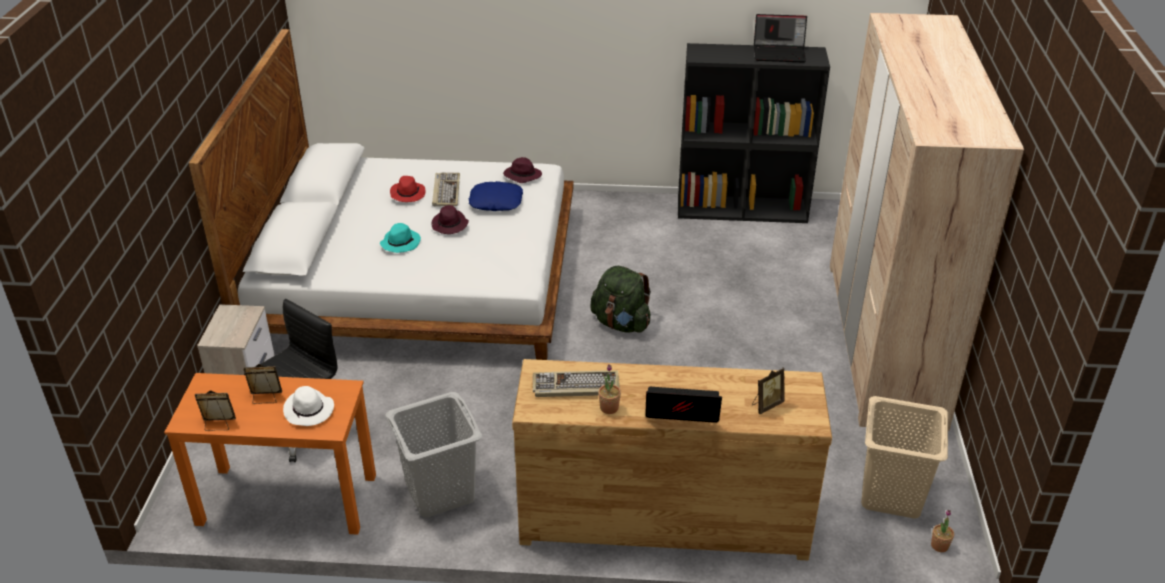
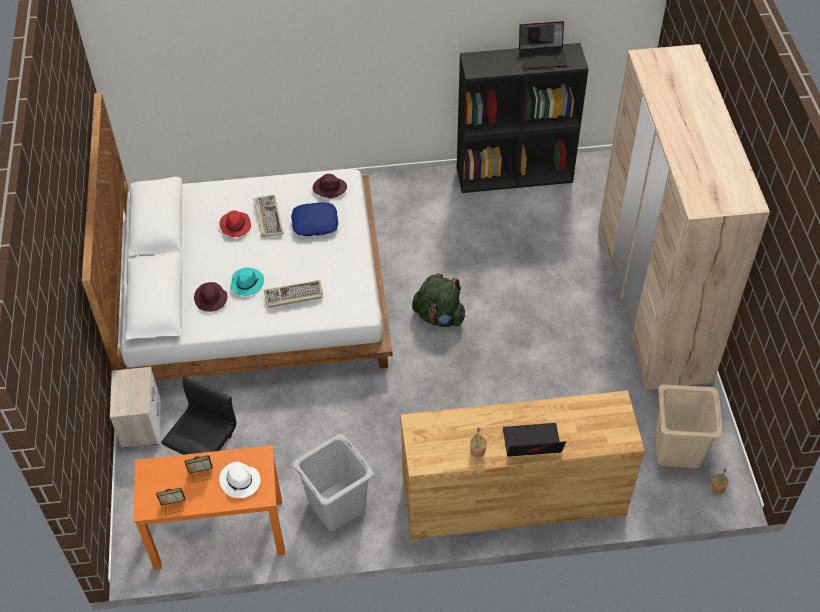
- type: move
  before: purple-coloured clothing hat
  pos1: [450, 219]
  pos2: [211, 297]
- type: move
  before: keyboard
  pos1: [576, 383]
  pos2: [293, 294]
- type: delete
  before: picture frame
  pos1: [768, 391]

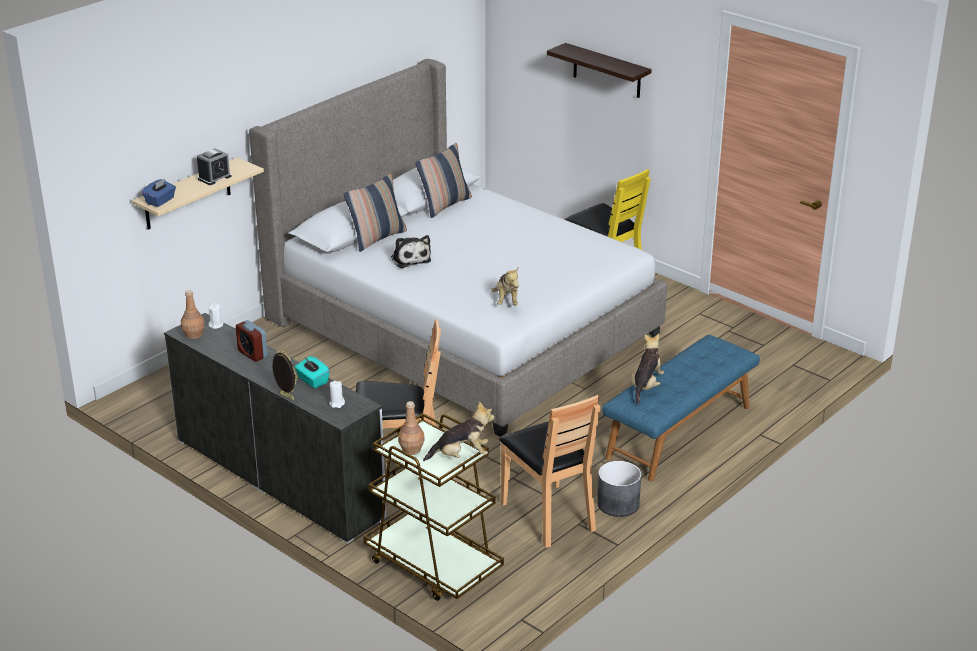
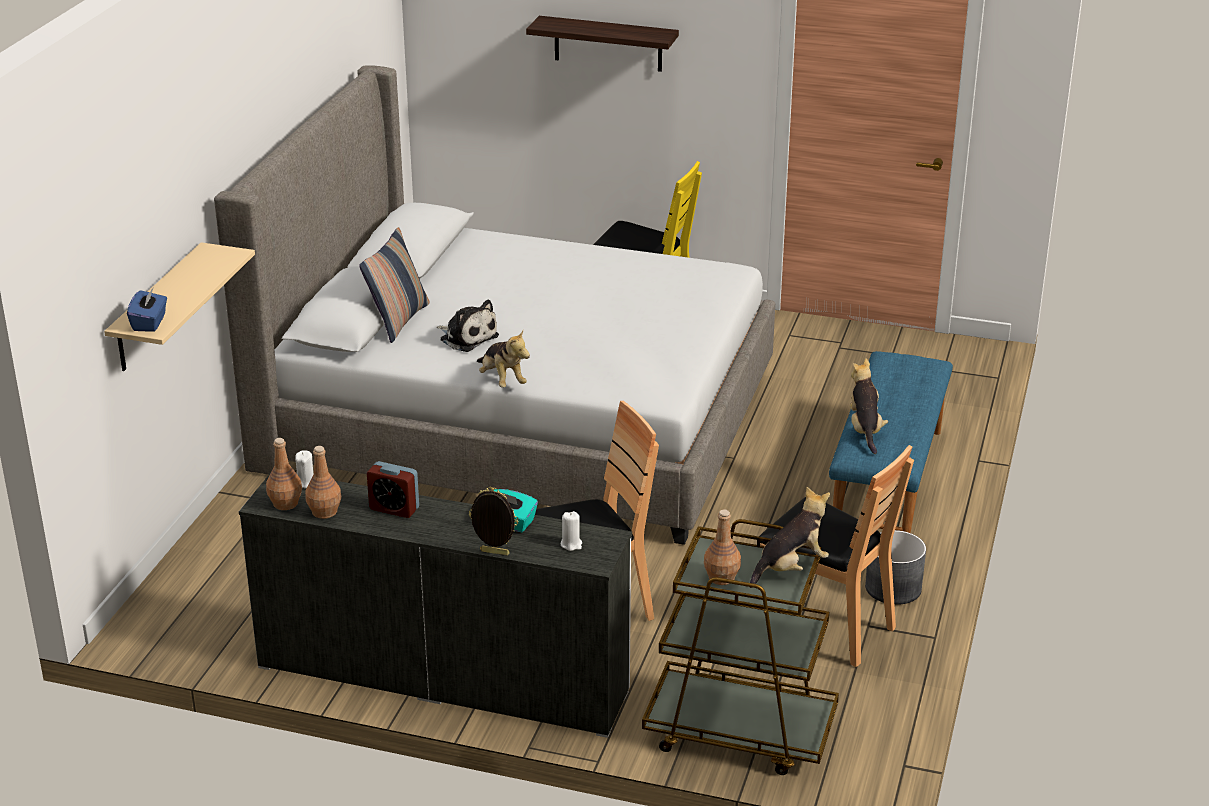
- type: delete
  before: alarm clock
  pos1: [214, 166]
- type: delete
  before: cushion
  pos1: [443, 180]
- type: move
  before: plush toy
  pos1: [505, 286]
  pos2: [503, 359]
- type: insert
  after: brownish bottle
  pos2: [323, 482]

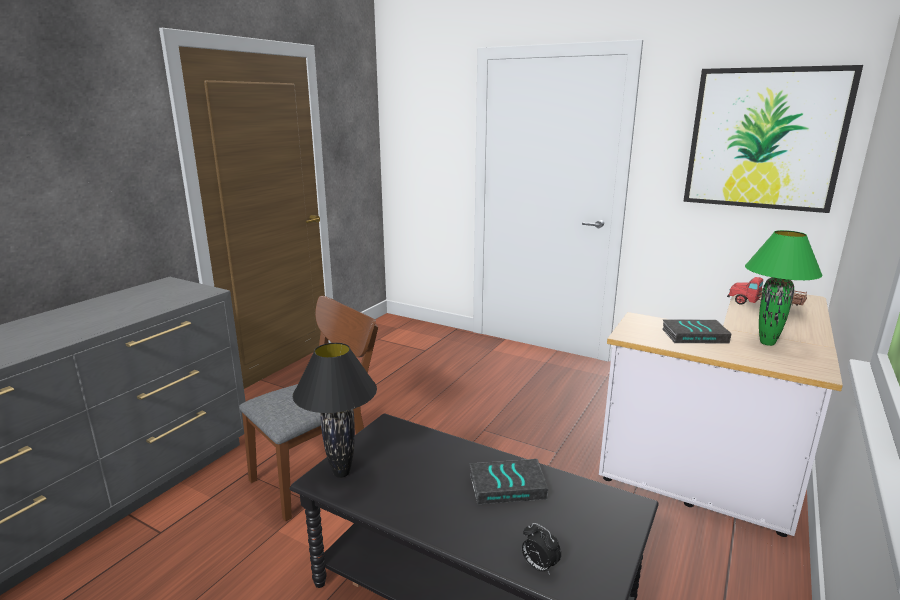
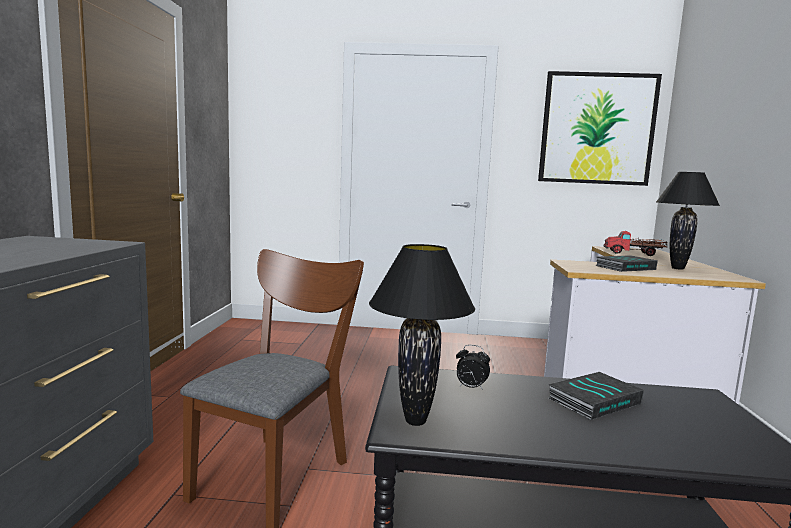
- type: move
  before: alarm clock
  pos1: [541, 549]
  pos2: [473, 367]
- type: recolor
  before: green-coloured tabletop lamp
  after: blackish tabletop lamp
  pos1: [784, 288]
  pos2: [688, 221]

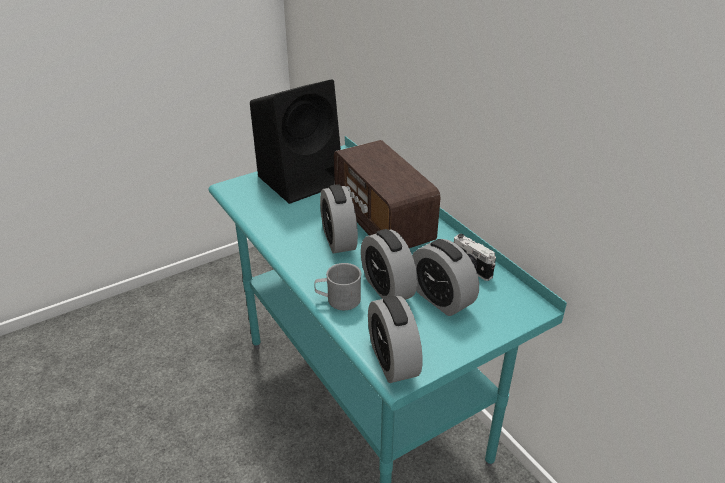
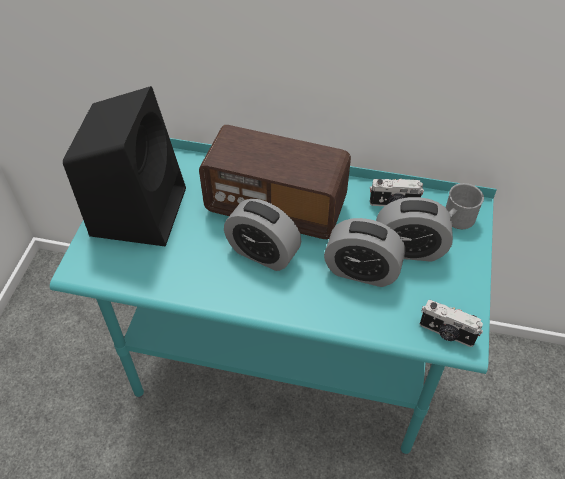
- type: move
  before: grey mug
  pos1: [337, 286]
  pos2: [464, 206]
- type: replace
  before: alarm clock
  after: still camera
  pos1: [395, 339]
  pos2: [451, 323]

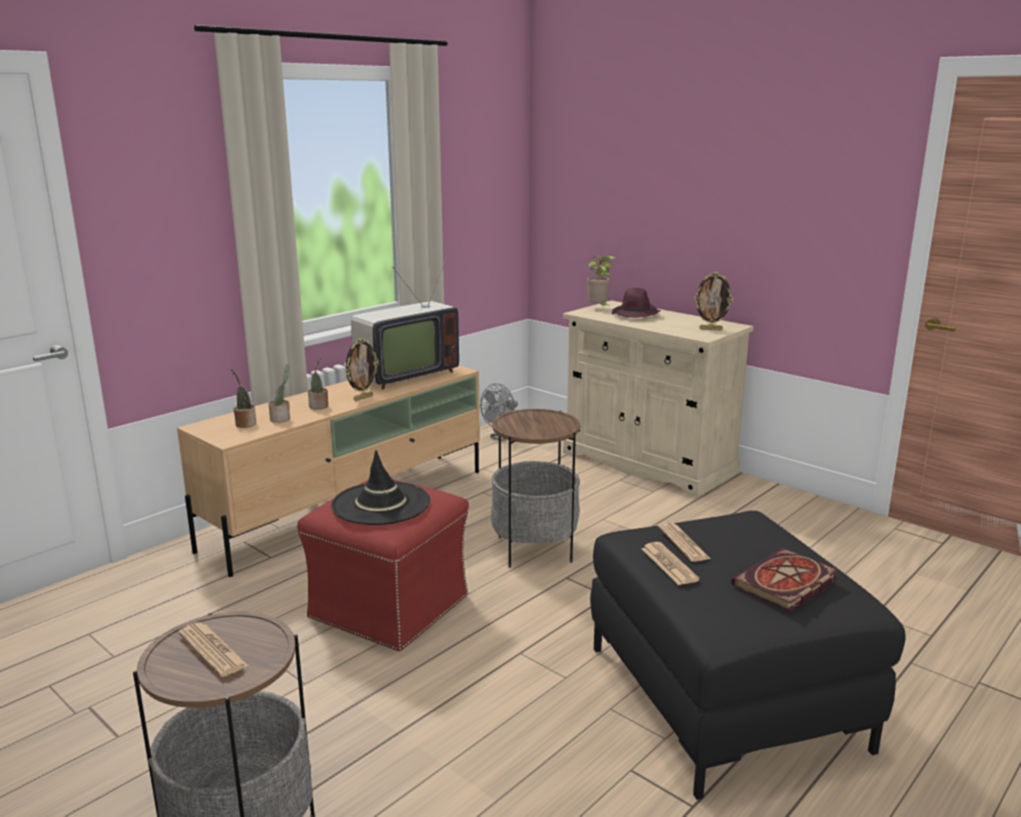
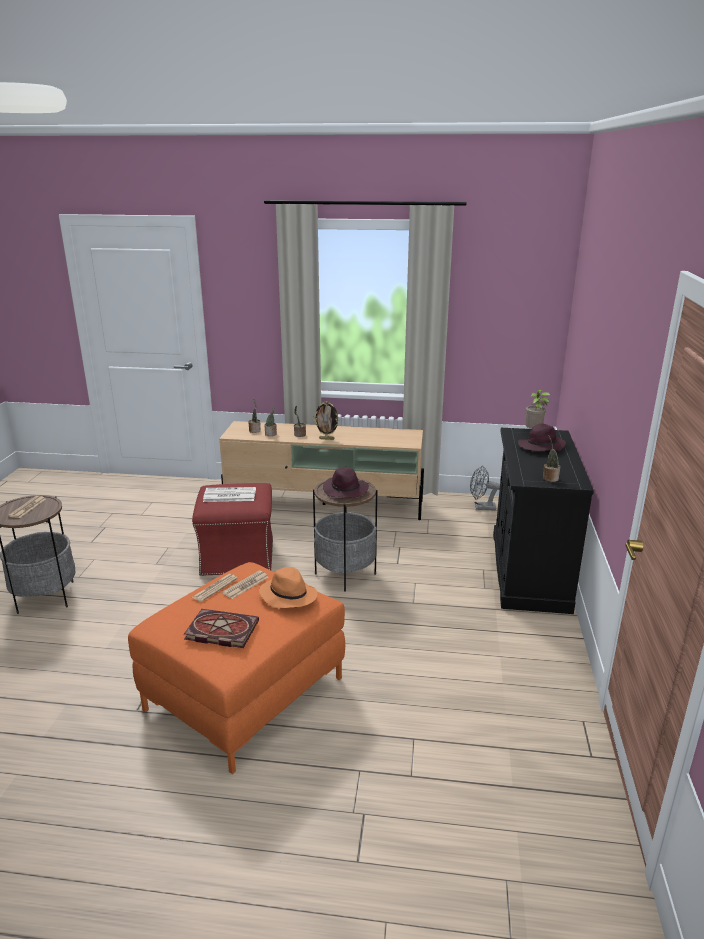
- type: replace
  before: blackish clothing hat
  after: daily paper
  pos1: [380, 487]
  pos2: [229, 494]
- type: delete
  before: TV set
  pos1: [405, 322]
- type: recolor
  before: sand-coloured storage cabinet
  after: blackish storage cabinet
  pos1: [658, 398]
  pos2: [543, 521]
- type: recolor
  before: blackish ottoman
  after: orange-coloured ottoman
  pos1: [748, 655]
  pos2: [236, 668]
- type: replace
  before: picture frame
  after: plant in a pot
  pos1: [713, 301]
  pos2: [551, 458]
- type: insert
  after: orange-coloured clothing hat
  pos2: [288, 587]
- type: insert
  after: purple-coloured clothing hat
  pos2: [346, 482]

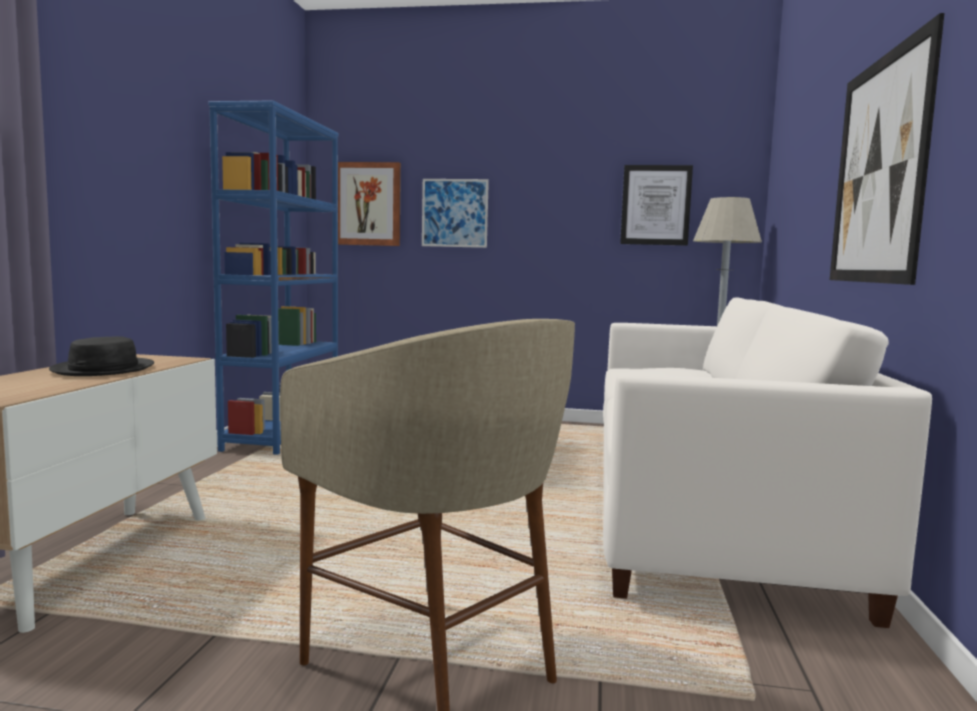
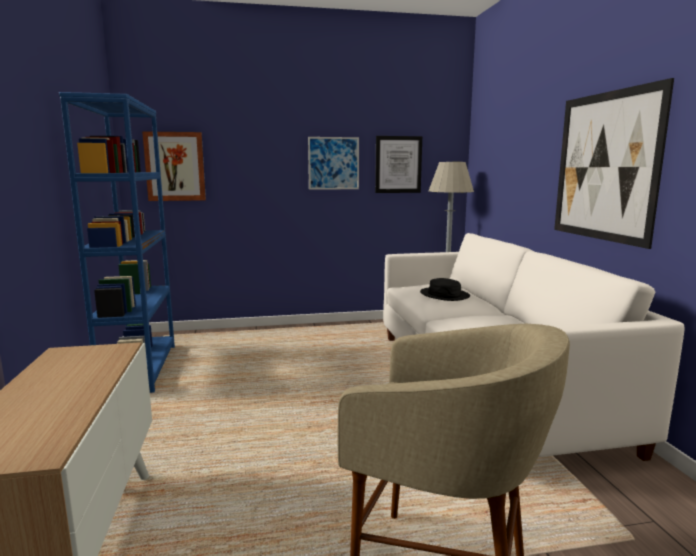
- type: move
  before: blackish clothing hat
  pos1: [101, 356]
  pos2: [445, 289]
- type: move
  before: wall picture
  pos1: [455, 213]
  pos2: [333, 163]

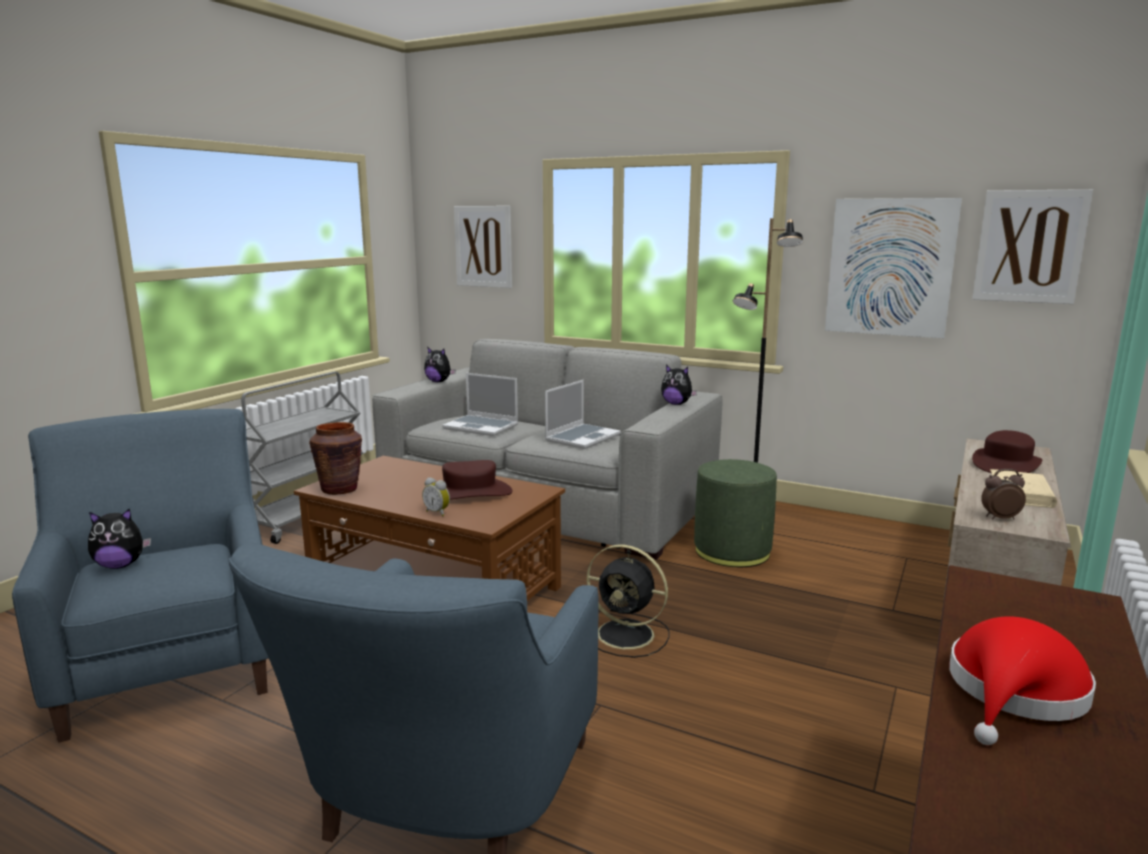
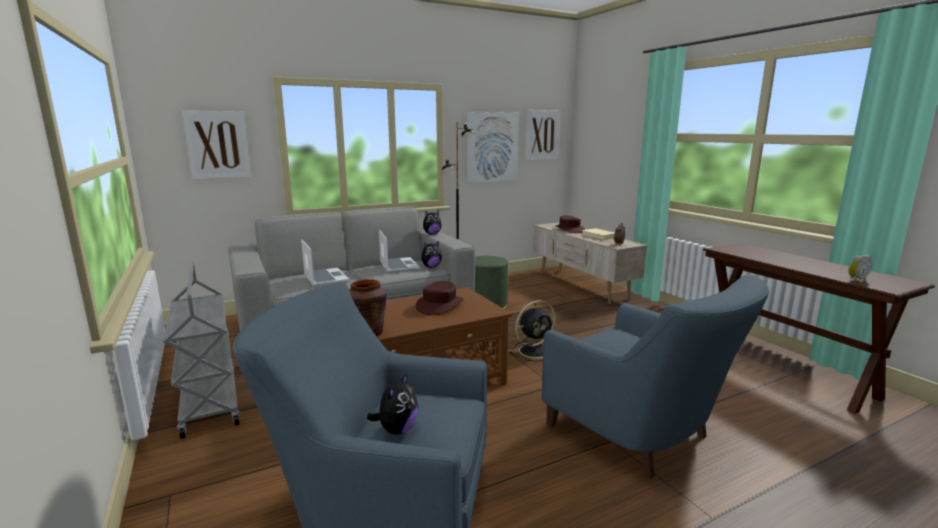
- type: move
  before: alarm clock
  pos1: [436, 496]
  pos2: [859, 268]
- type: move
  before: plush toy
  pos1: [439, 365]
  pos2: [431, 254]
- type: rotate
  before: notebook computer
  pos1: [480, 404]
  pos2: [325, 263]
  turn: -90
- type: delete
  before: red-coloured clothing hat
  pos1: [1022, 680]

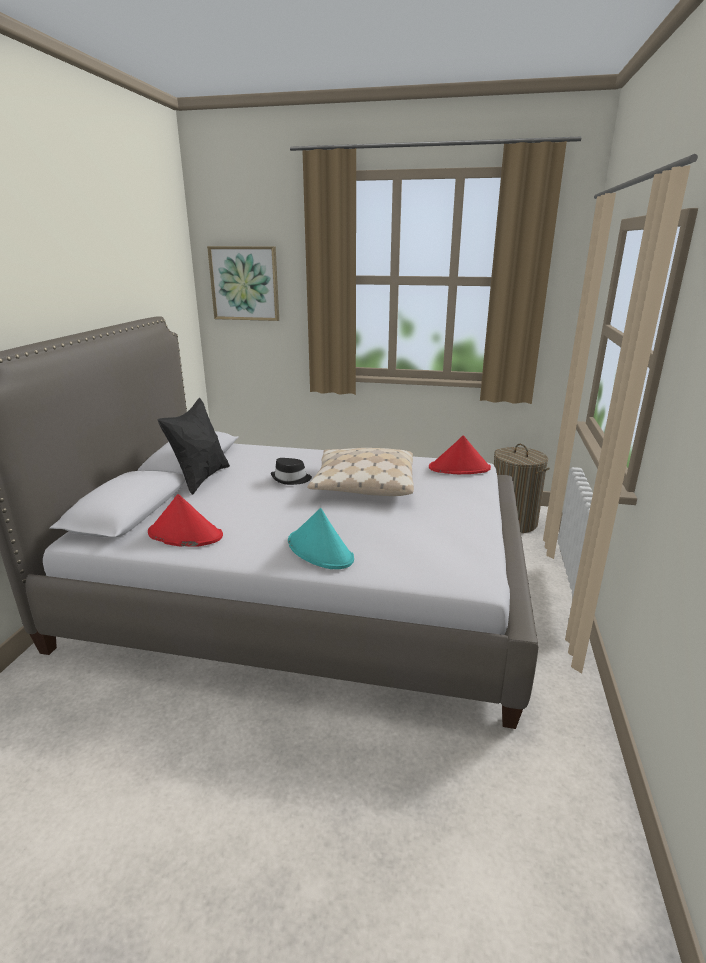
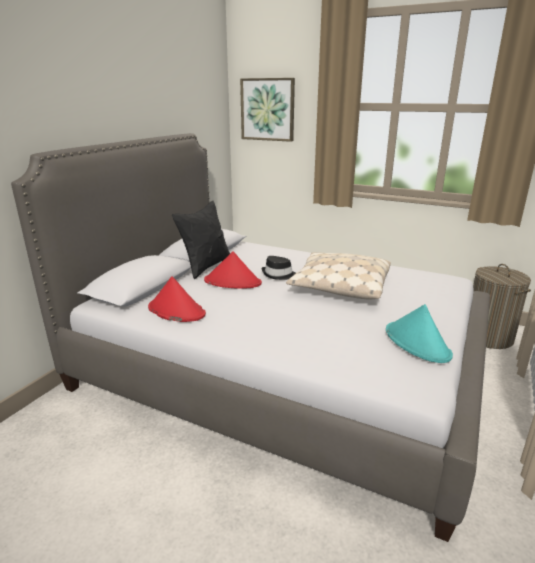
- type: move
  before: turquoise-coloured clothing hat
  pos1: [321, 538]
  pos2: [419, 333]
- type: move
  before: red-coloured clothing hat
  pos1: [460, 454]
  pos2: [233, 270]

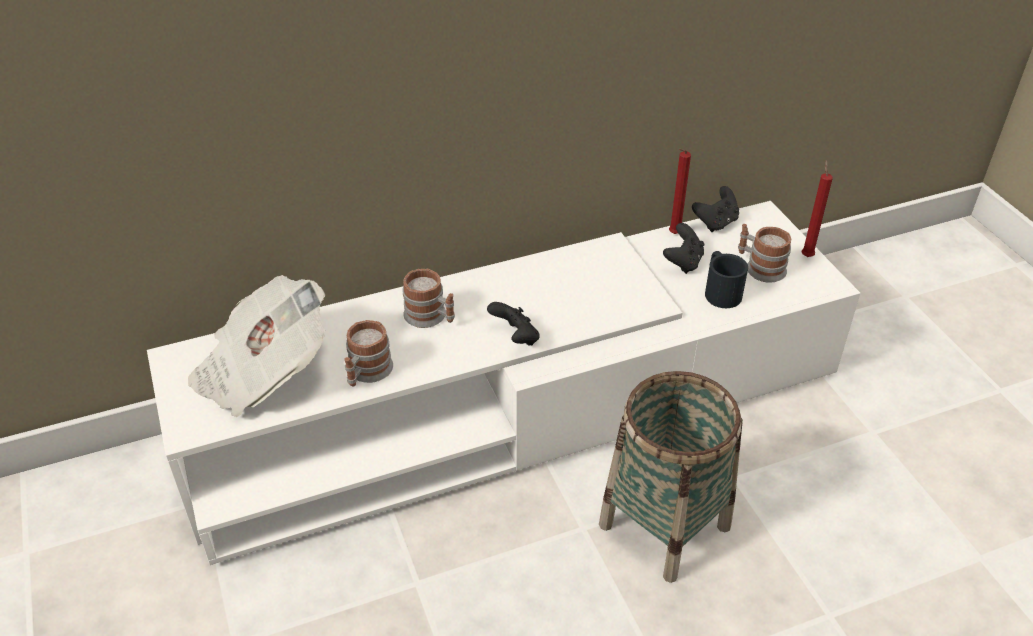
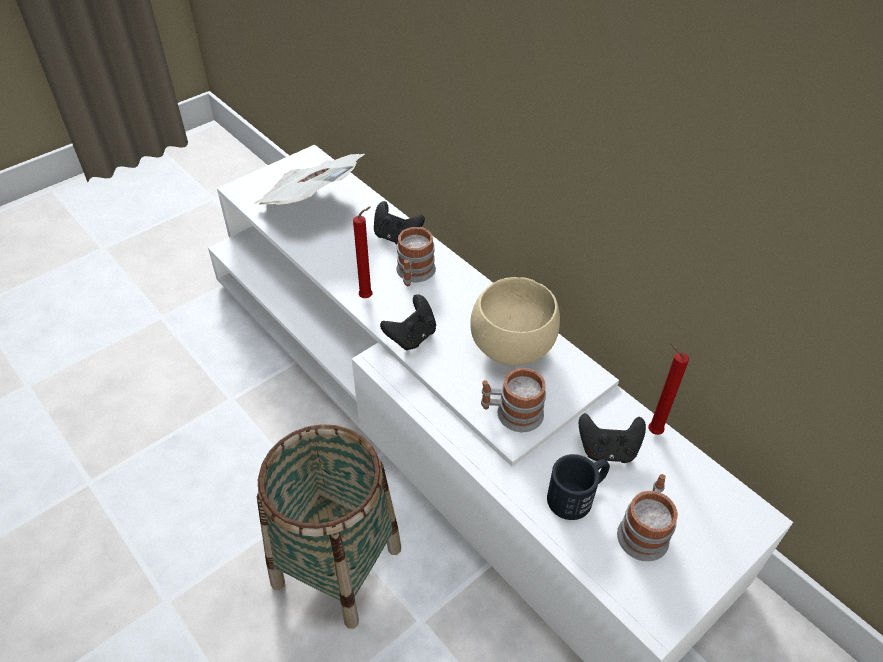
- type: move
  before: mug
  pos1: [369, 353]
  pos2: [513, 400]
- type: move
  before: blackish gamepad
  pos1: [715, 209]
  pos2: [399, 222]
- type: move
  before: red-coloured candle
  pos1: [817, 208]
  pos2: [363, 252]
- type: insert
  after: sand-coloured deep dish
  pos2: [515, 321]

